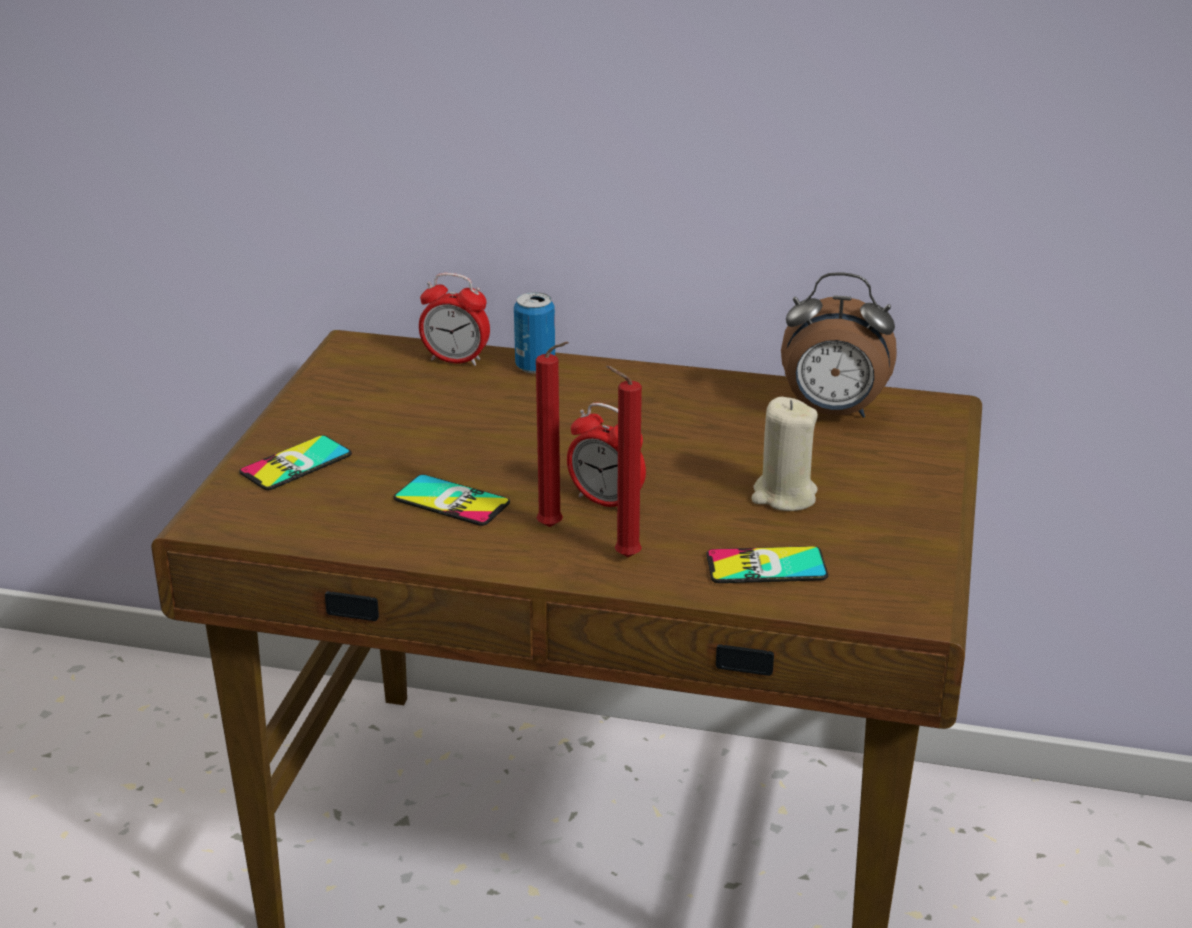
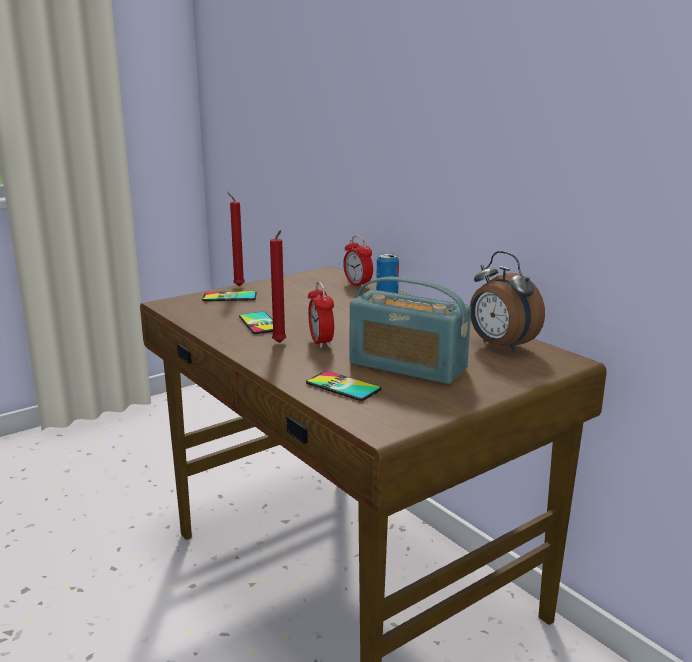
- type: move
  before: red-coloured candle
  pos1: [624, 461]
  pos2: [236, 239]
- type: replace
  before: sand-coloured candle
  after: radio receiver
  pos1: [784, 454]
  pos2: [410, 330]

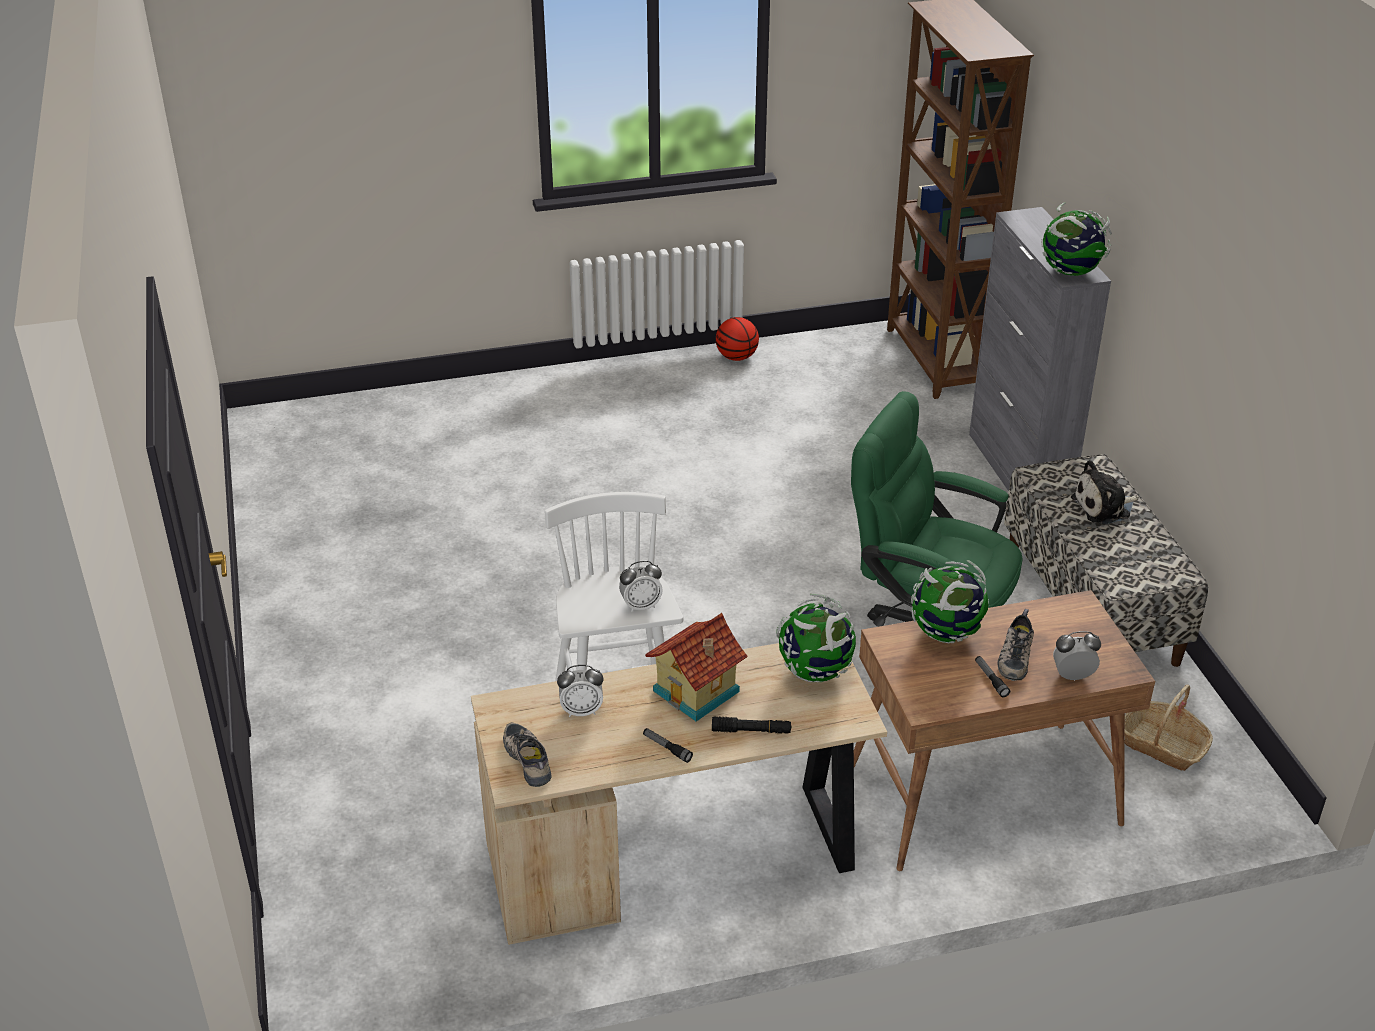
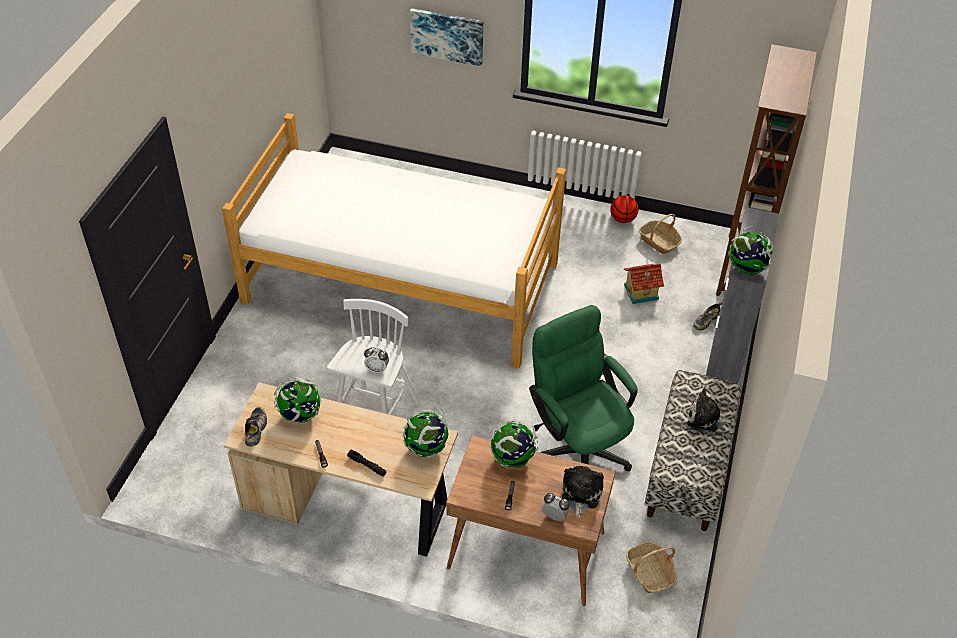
- type: replace
  before: alarm clock
  after: globe
  pos1: [580, 691]
  pos2: [297, 400]
- type: move
  before: miniature house
  pos1: [696, 667]
  pos2: [644, 284]
- type: move
  before: shoe
  pos1: [1015, 645]
  pos2: [707, 316]
- type: insert
  after: bedroom bed
  pos2: [394, 241]
- type: insert
  after: wall picture
  pos2: [446, 37]
- type: insert
  after: plush toy
  pos2: [583, 492]
- type: insert
  after: storage basket
  pos2: [660, 234]

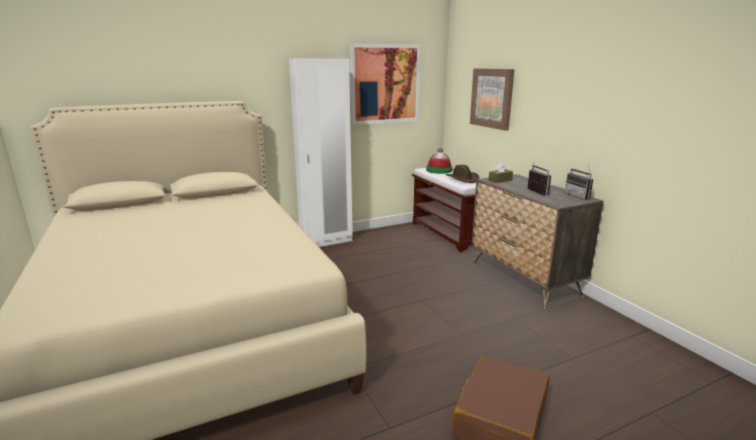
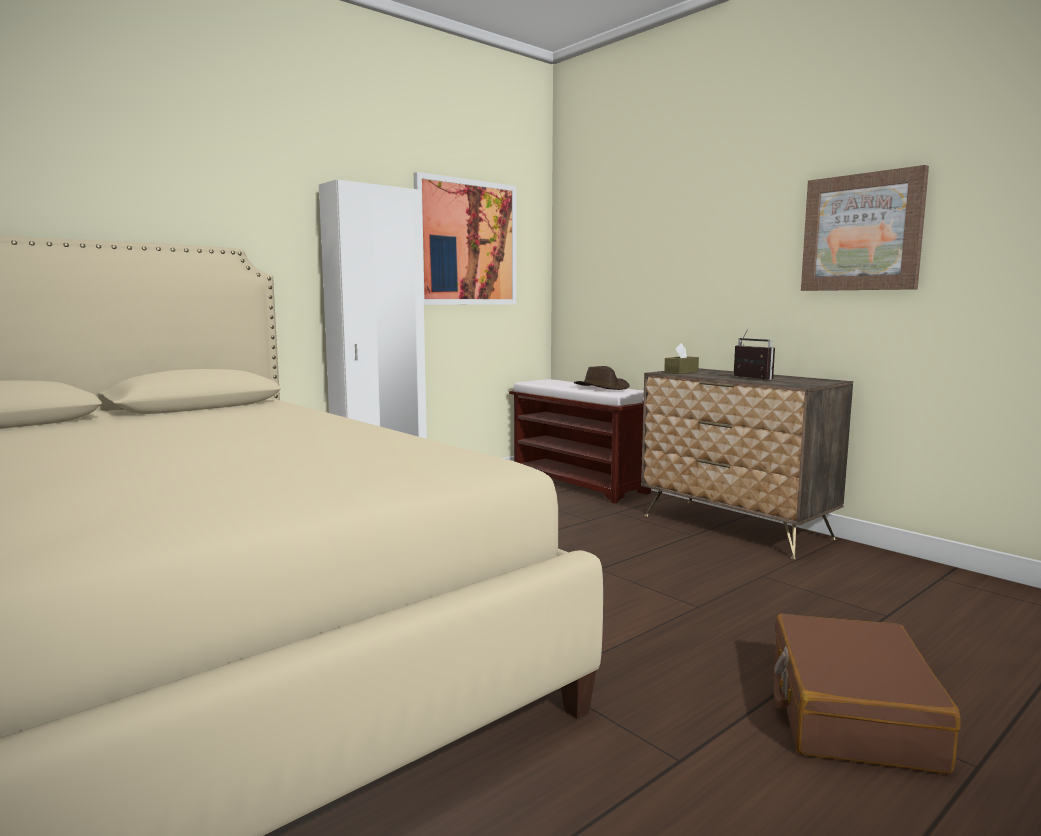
- type: delete
  before: clothing hat
  pos1: [439, 161]
- type: move
  before: wall picture
  pos1: [492, 99]
  pos2: [865, 228]
- type: delete
  before: radio receiver
  pos1: [579, 182]

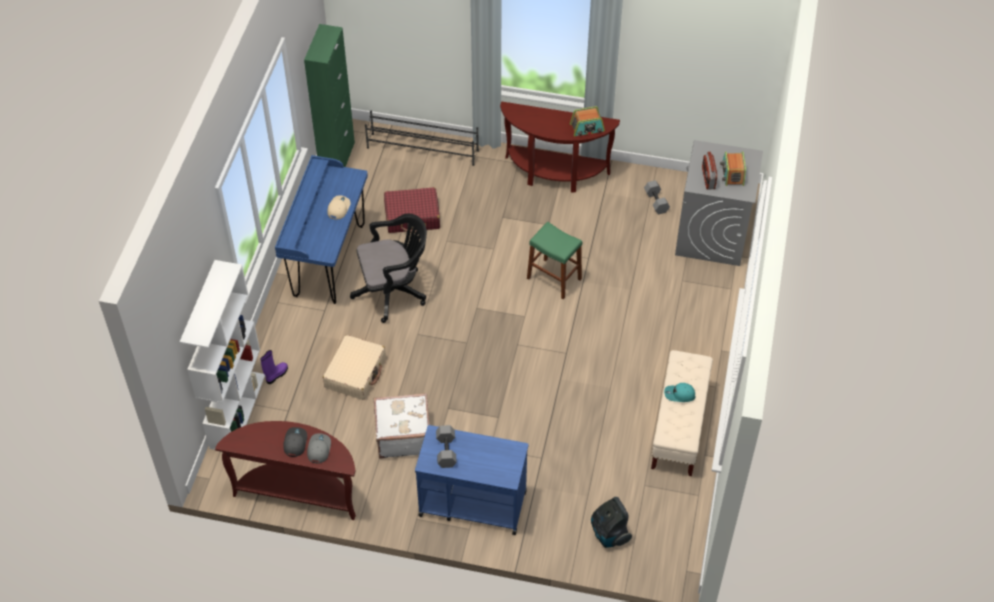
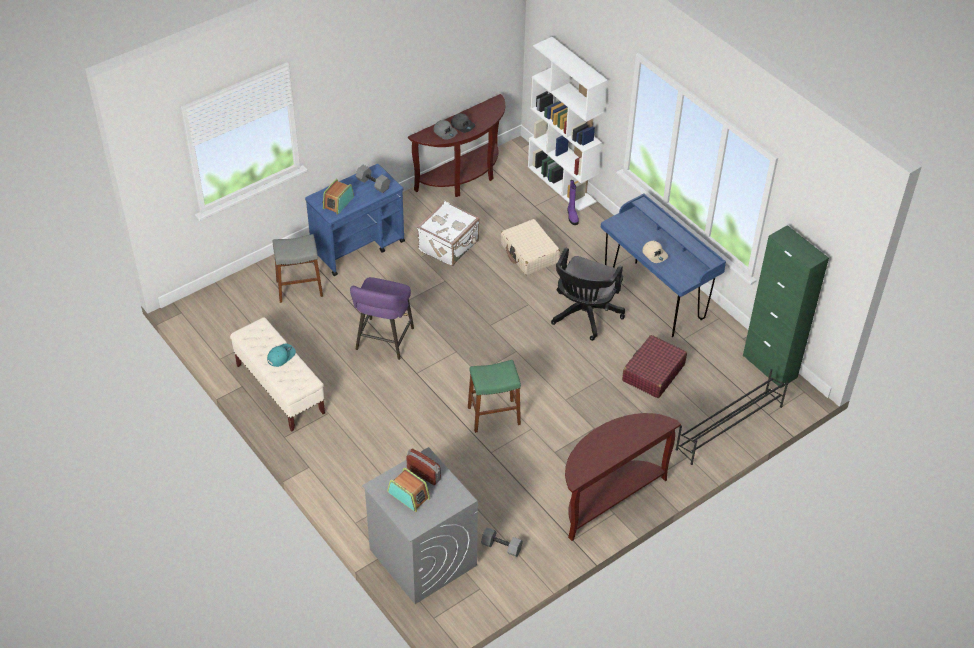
- type: move
  before: radio receiver
  pos1: [587, 121]
  pos2: [338, 197]
- type: delete
  before: vacuum
  pos1: [611, 522]
- type: insert
  after: grey stool seat
  pos2: [298, 268]
- type: insert
  after: purple-coloured stool seat
  pos2: [382, 318]

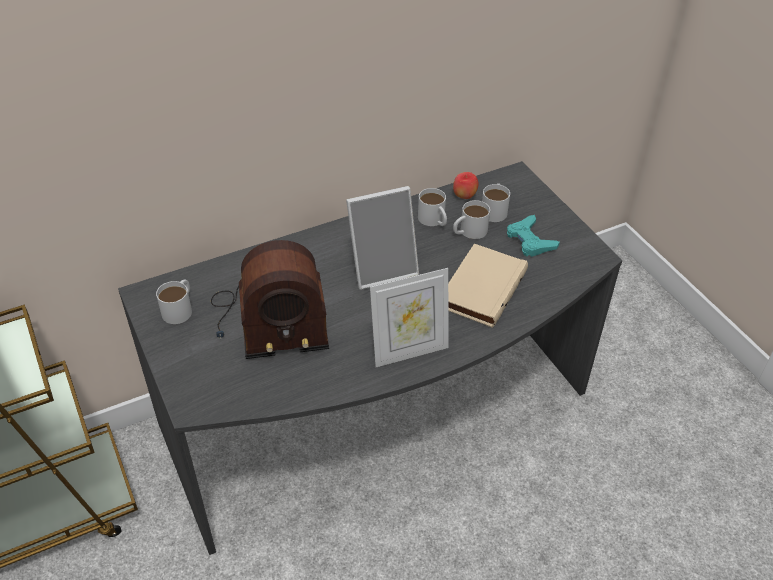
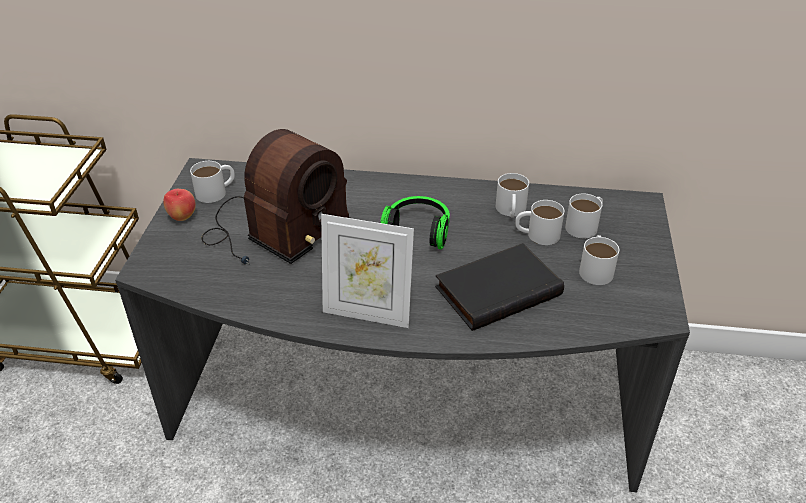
- type: rotate
  before: radio receiver
  pos1: [270, 299]
  pos2: [276, 196]
  turn: -75
- type: replace
  before: picture frame
  after: headphones
  pos1: [382, 238]
  pos2: [415, 222]
- type: recolor
  before: sand-coloured book
  after: blackish book
  pos1: [488, 286]
  pos2: [499, 287]
- type: move
  before: apple
  pos1: [465, 185]
  pos2: [179, 205]
- type: replace
  before: turquoise-coloured gamepad
  after: white-coloured mug
  pos1: [533, 236]
  pos2: [599, 260]

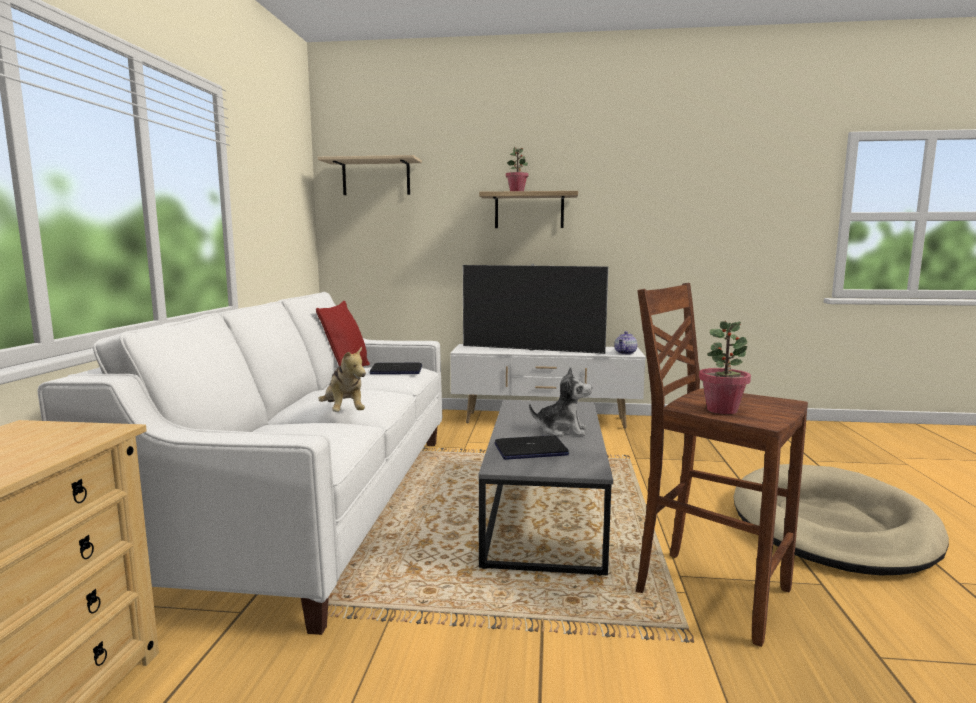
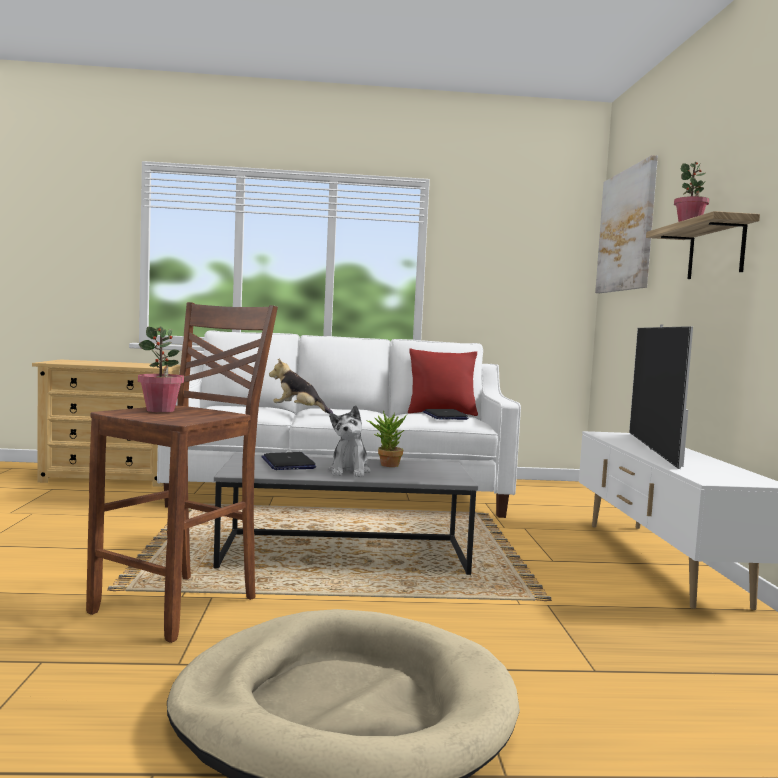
- type: replace
  before: sand-coloured wall shelf
  after: wall picture
  pos1: [370, 175]
  pos2: [626, 224]
- type: rotate
  before: plush toy
  pos1: [342, 379]
  pos2: [301, 386]
  turn: 60
- type: delete
  before: pot for tea
  pos1: [625, 342]
- type: insert
  after: plant in a pot
  pos2: [386, 438]

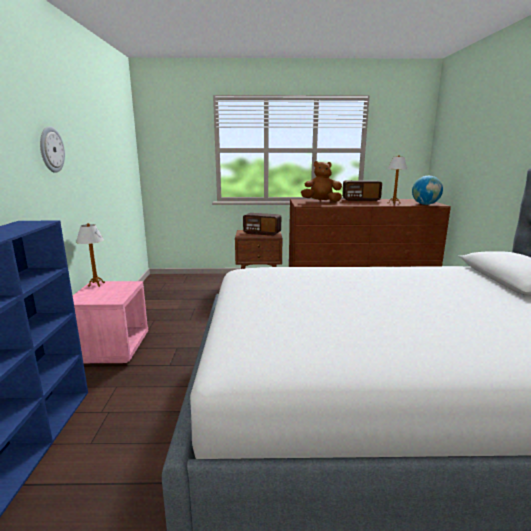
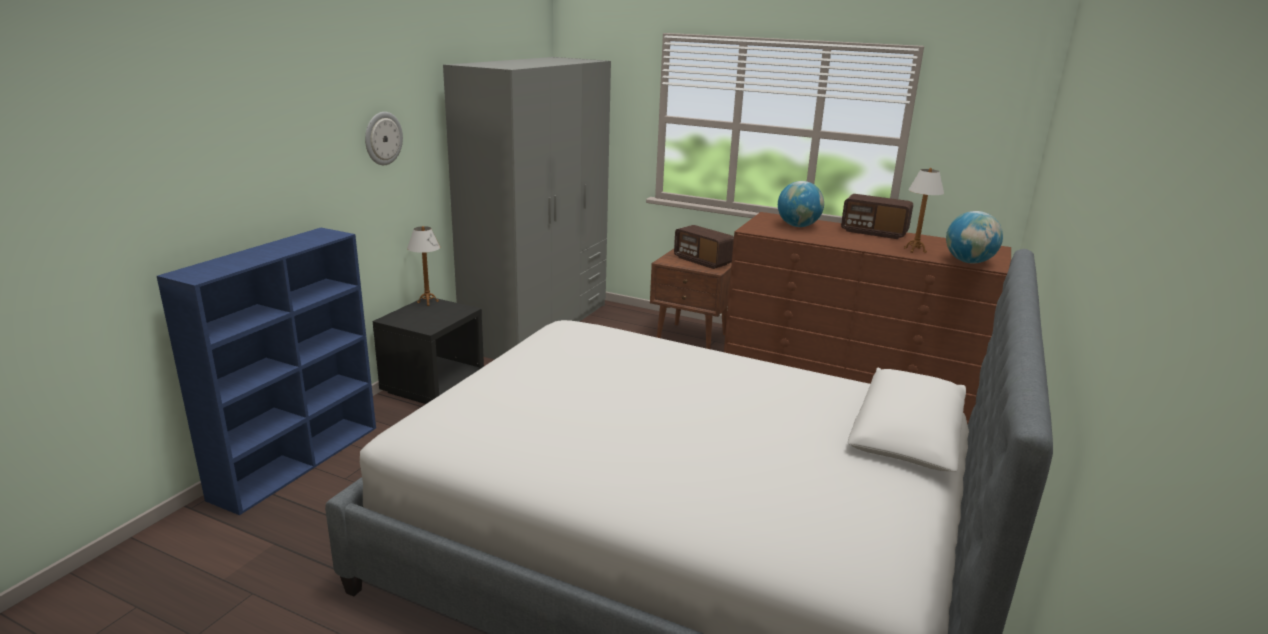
- type: recolor
  before: pinkish night table
  after: blackish night table
  pos1: [110, 322]
  pos2: [428, 350]
- type: replace
  before: brownish plush toy
  after: globe
  pos1: [321, 181]
  pos2: [801, 204]
- type: insert
  after: grey clothes cupboard
  pos2: [527, 208]

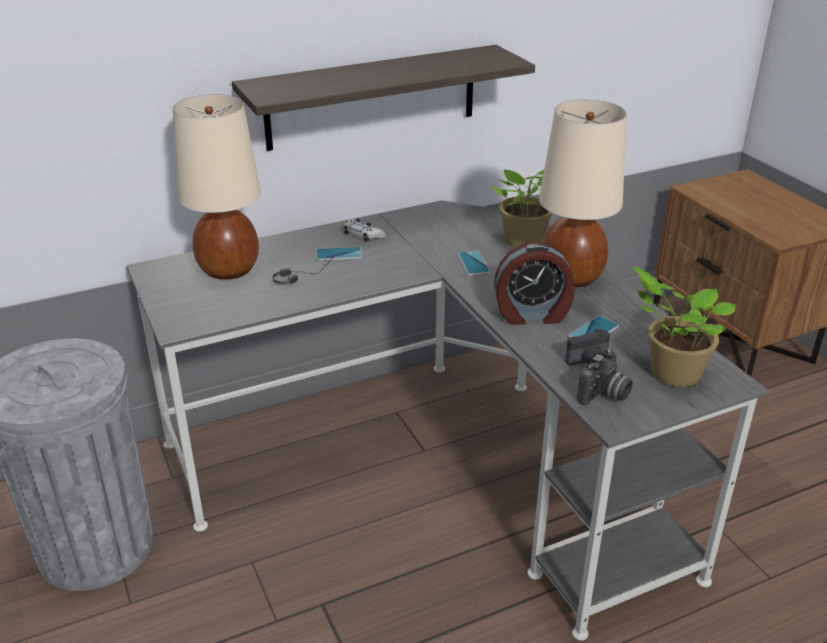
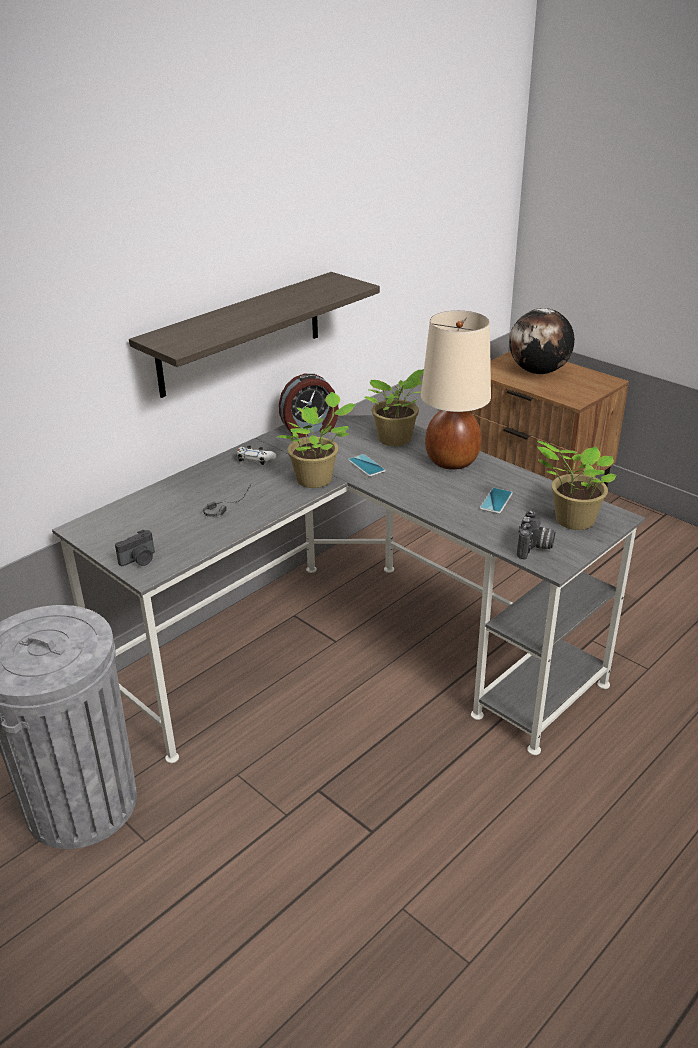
- type: delete
  before: sand-coloured tabletop lamp
  pos1: [217, 187]
- type: delete
  before: handset
  pos1: [339, 254]
- type: move
  before: alarm clock
  pos1: [534, 283]
  pos2: [309, 406]
- type: move
  before: still camera
  pos1: [587, 347]
  pos2: [135, 548]
- type: insert
  after: plant in a pot
  pos2: [316, 440]
- type: insert
  after: globe
  pos2: [542, 341]

